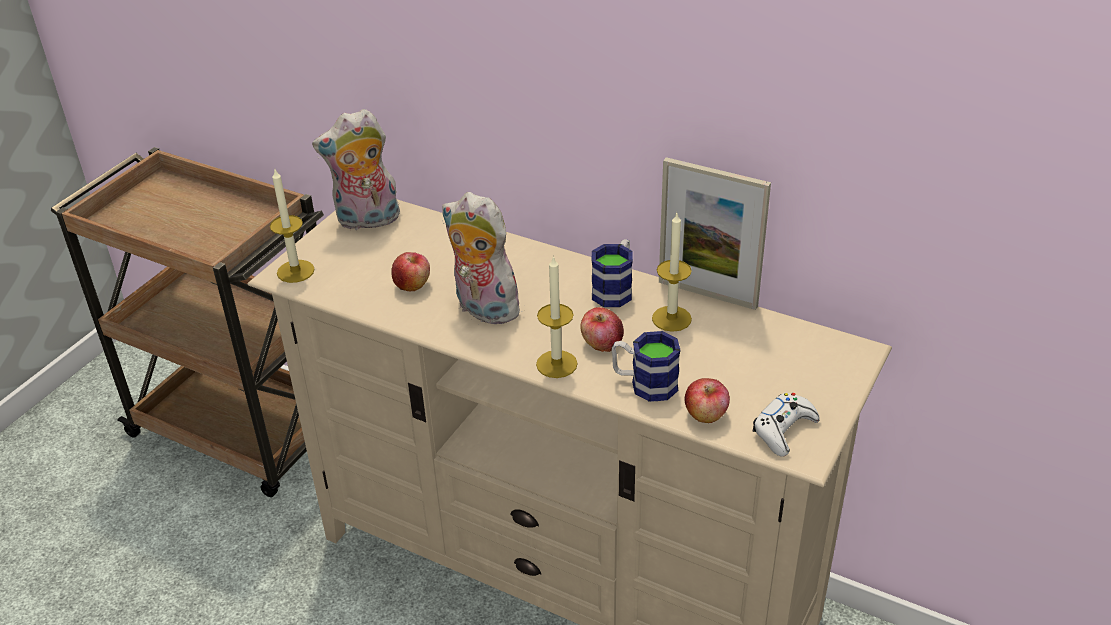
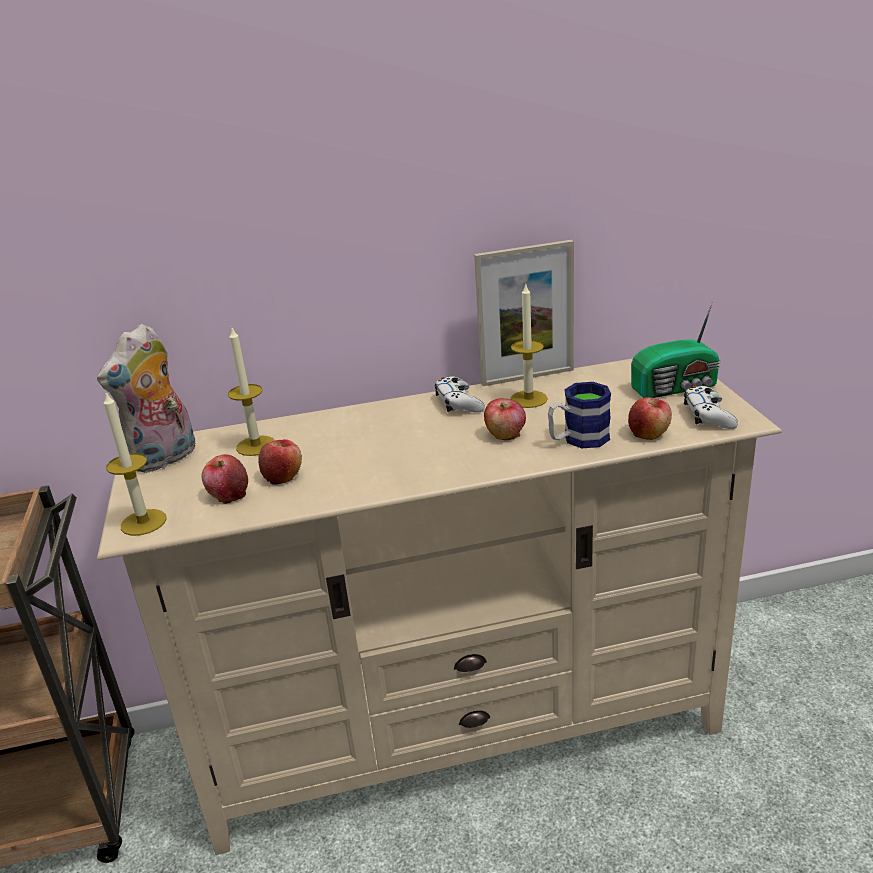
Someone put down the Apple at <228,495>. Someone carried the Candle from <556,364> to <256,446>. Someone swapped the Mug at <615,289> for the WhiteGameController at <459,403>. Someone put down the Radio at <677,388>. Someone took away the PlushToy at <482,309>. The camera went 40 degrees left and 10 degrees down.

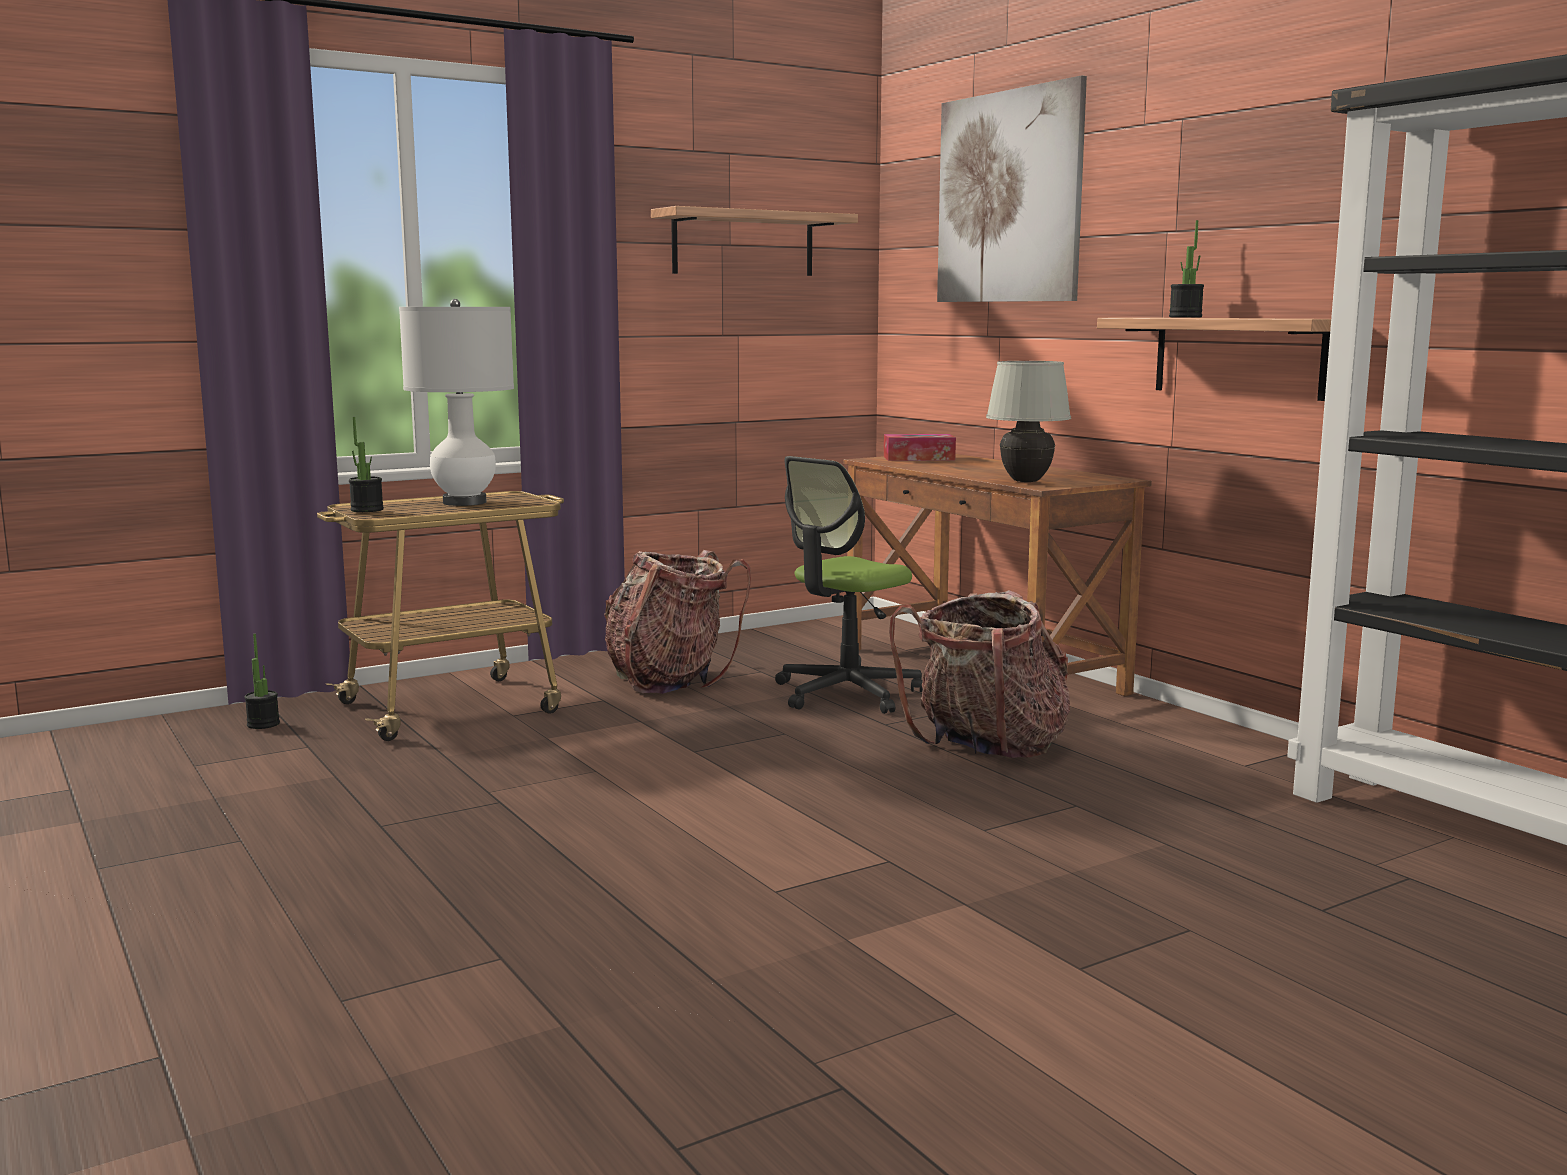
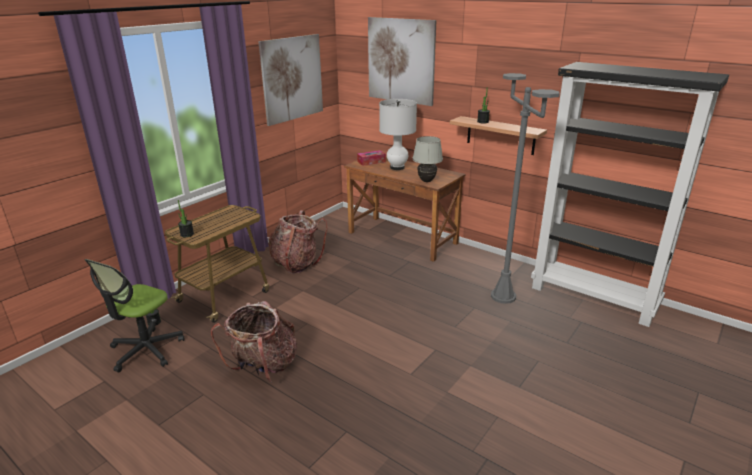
Someone carried the OfficeChair from <846,694> to <146,350>. Someone carried the Backpack from <987,748> to <263,366>. Someone swapped the Shelf at <743,244> for the Picture at <292,78>. Someone carried the WhiteTableLamp from <465,502> to <397,167>. Someone put down the GreyFloorLamp at <503,296>. The camera went 20 degrees left and 15 degrees up.

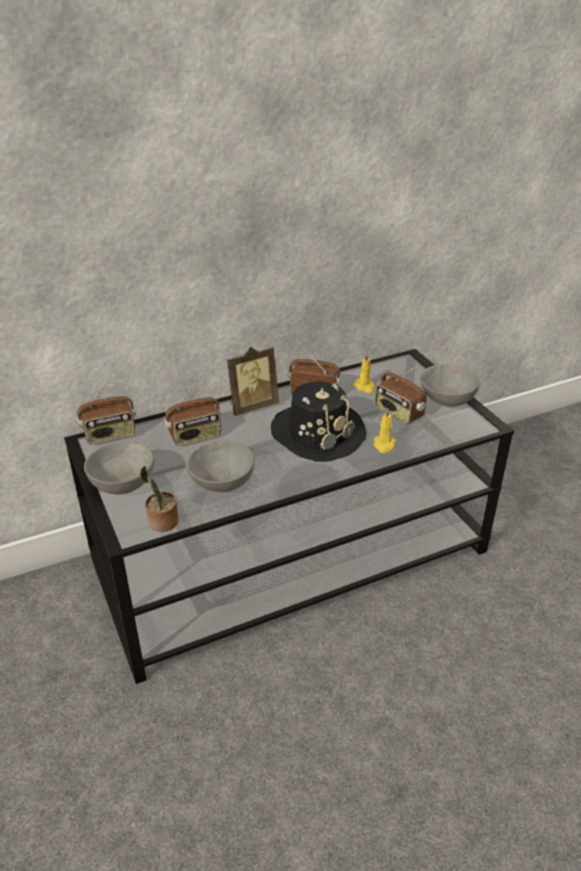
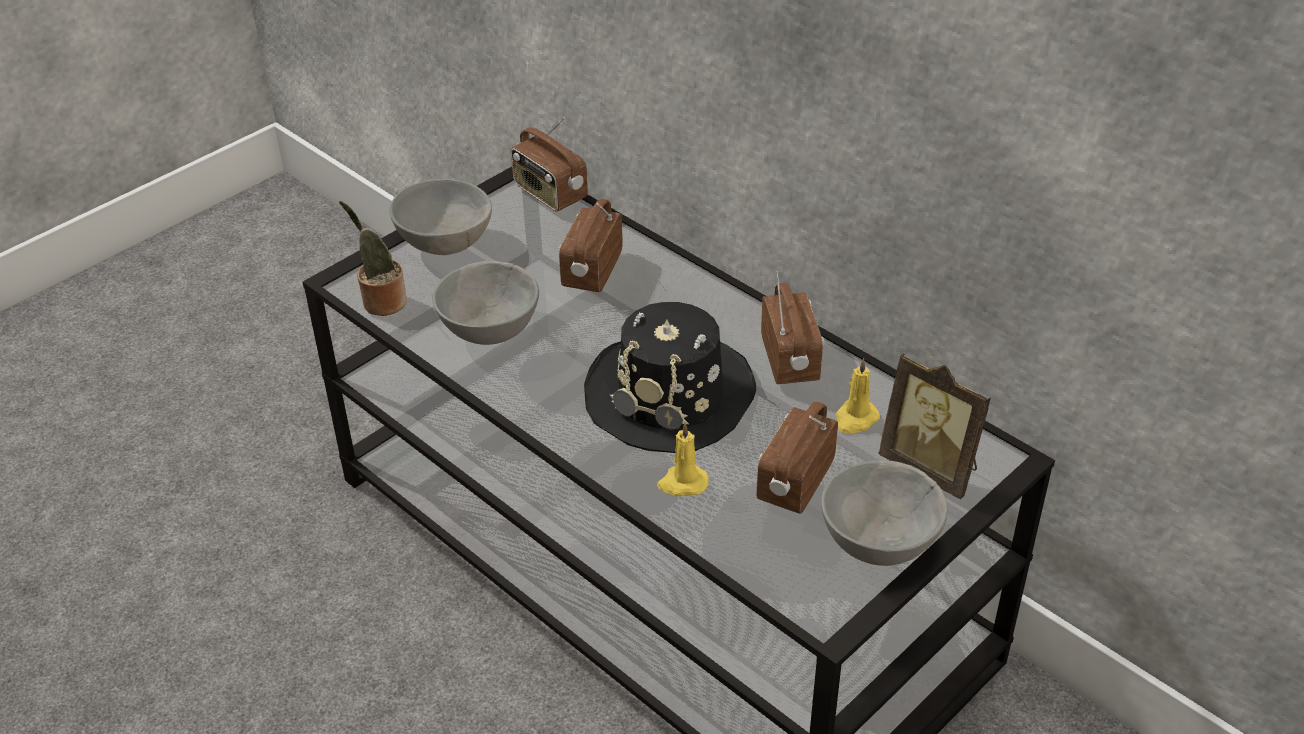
Someone rotated the Radio at <195,437> by 60 degrees clockwise. Someone carried the PictureFrame from <252,406> to <931,468>. The camera went 70 degrees right and 5 degrees up.

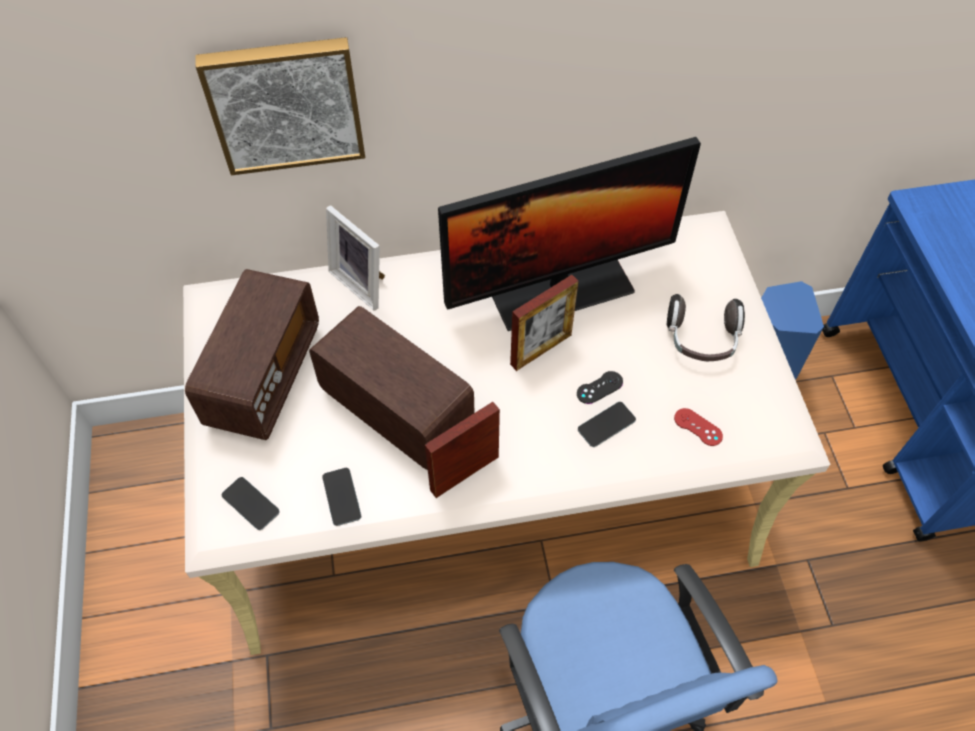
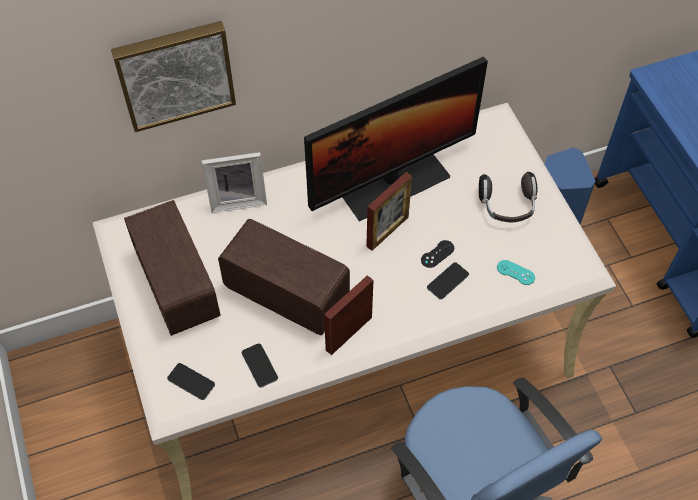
Someone rotated the Radio at <264,376> by 150 degrees clockwise. Someone rotated the PictureFrame at <363,282> by 45 degrees counterclockwise. Someone repainted the RedGameController at <698,427>, which became the TurquoiseGameController at <515,272>. The camera went 10 degrees left and 0 degrees up.

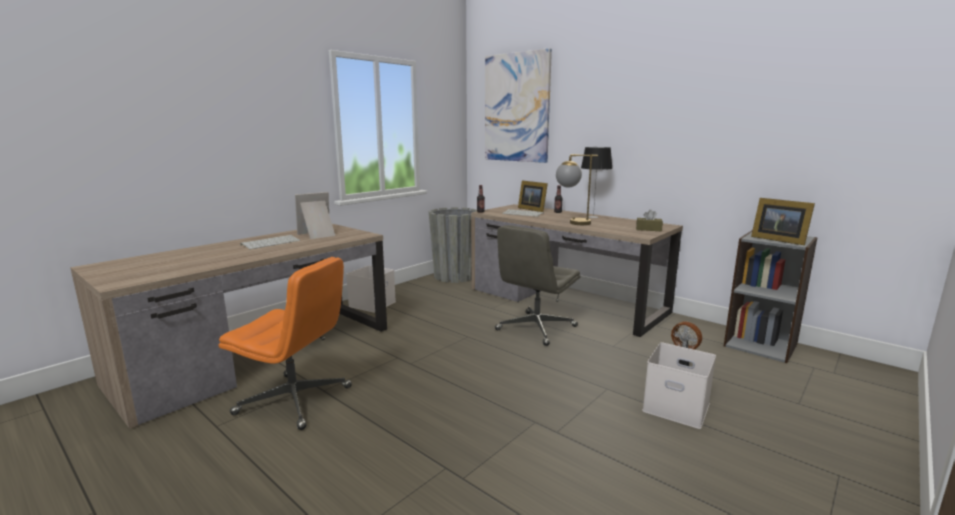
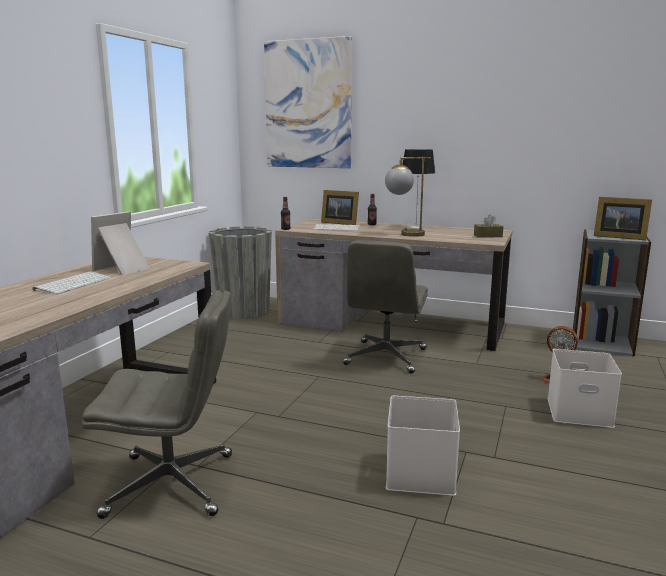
Someone repainted the OrangeOfficeChair at <295,400>, which became the GreyOfficeChair at <173,484>. Someone carried the WhiteStorageBox from <372,303> to <419,472>. The camera went 20 degrees left and 0 degrees up.

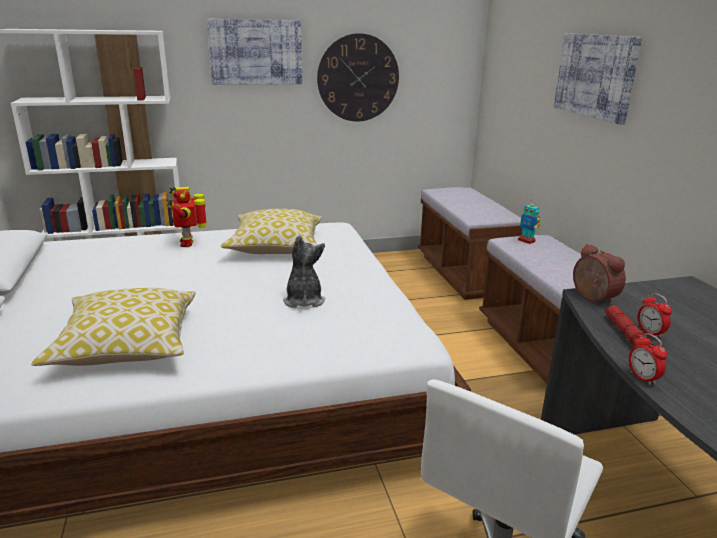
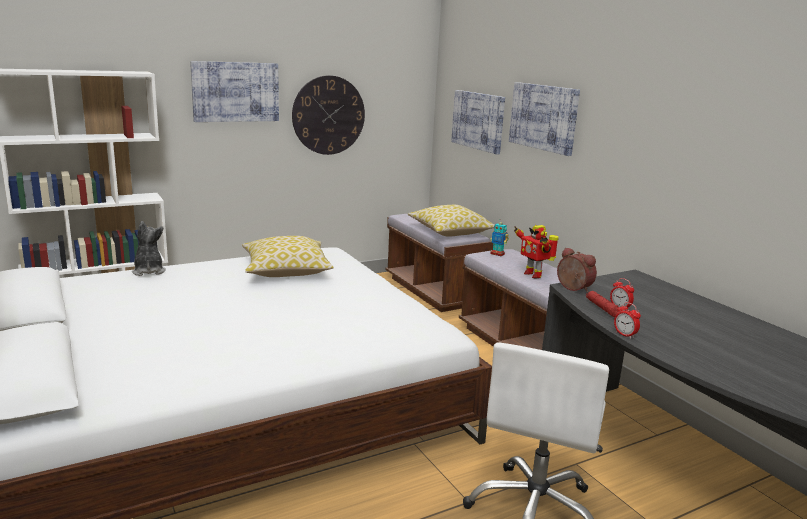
Someone carried the PlushToy from <303,300> to <148,271>. Someone carried the Pillow from <126,345> to <450,232>. Someone put up the Picture at <478,121>. Someone carried the ToyRobot from <188,242> to <533,274>. The camera went 15 degrees left and 5 degrees down.

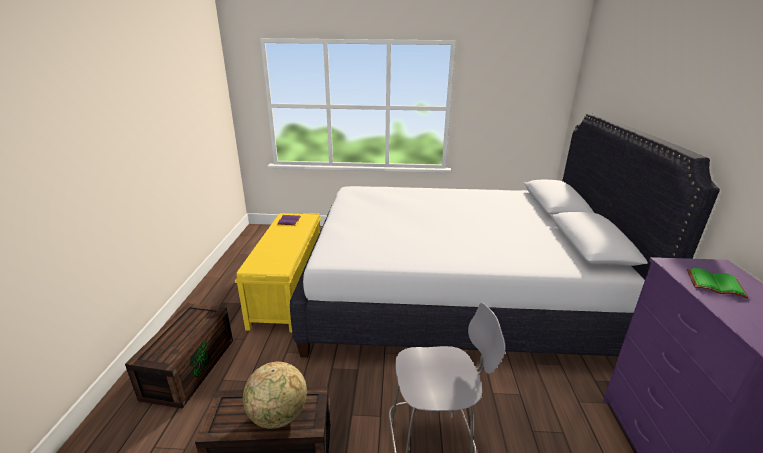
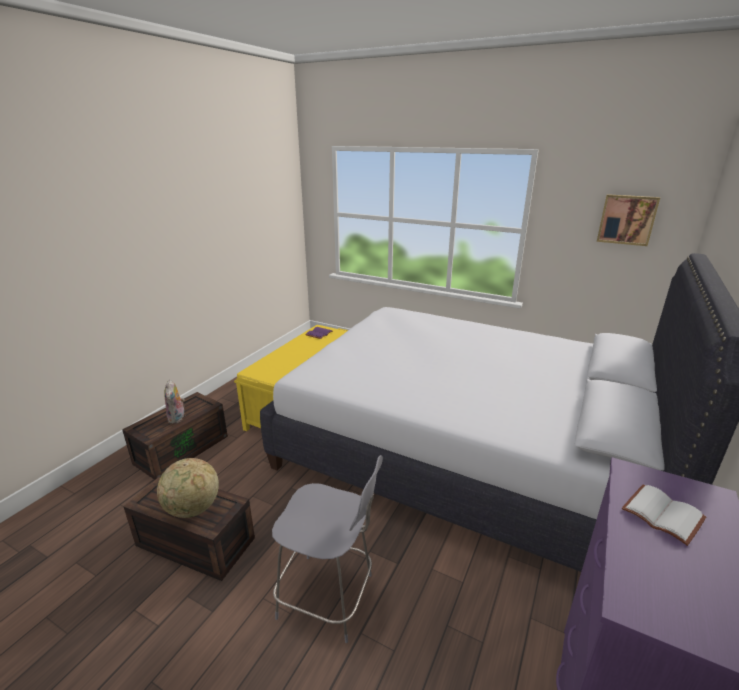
Someone put down the PlushToy at <177,418>. Someone put up the Picture at <627,219>. Someone repainted the GreenBook at <715,284>, which became the WhiteBook at <664,514>. The camera went 25 degrees right and 0 degrees up.

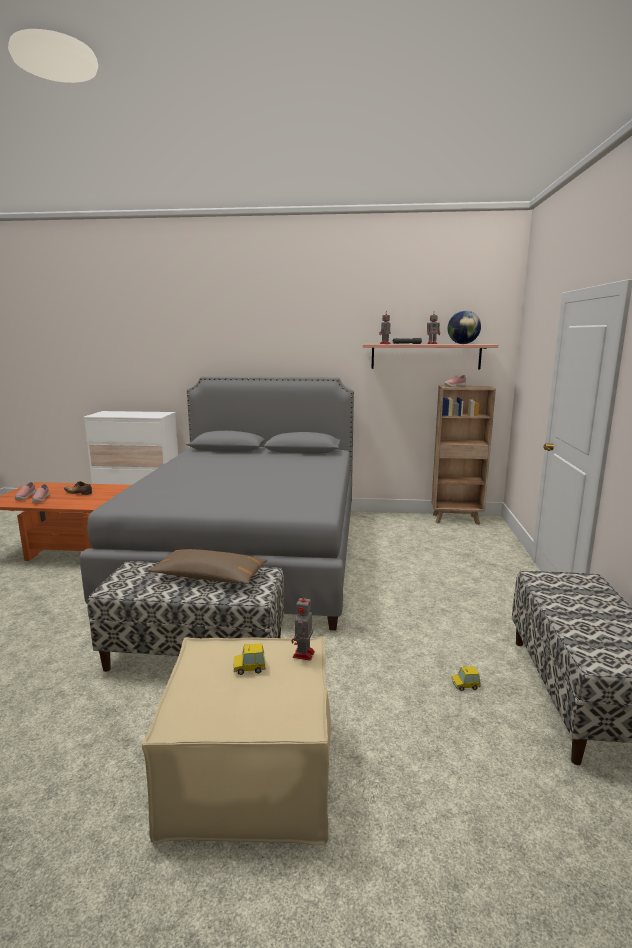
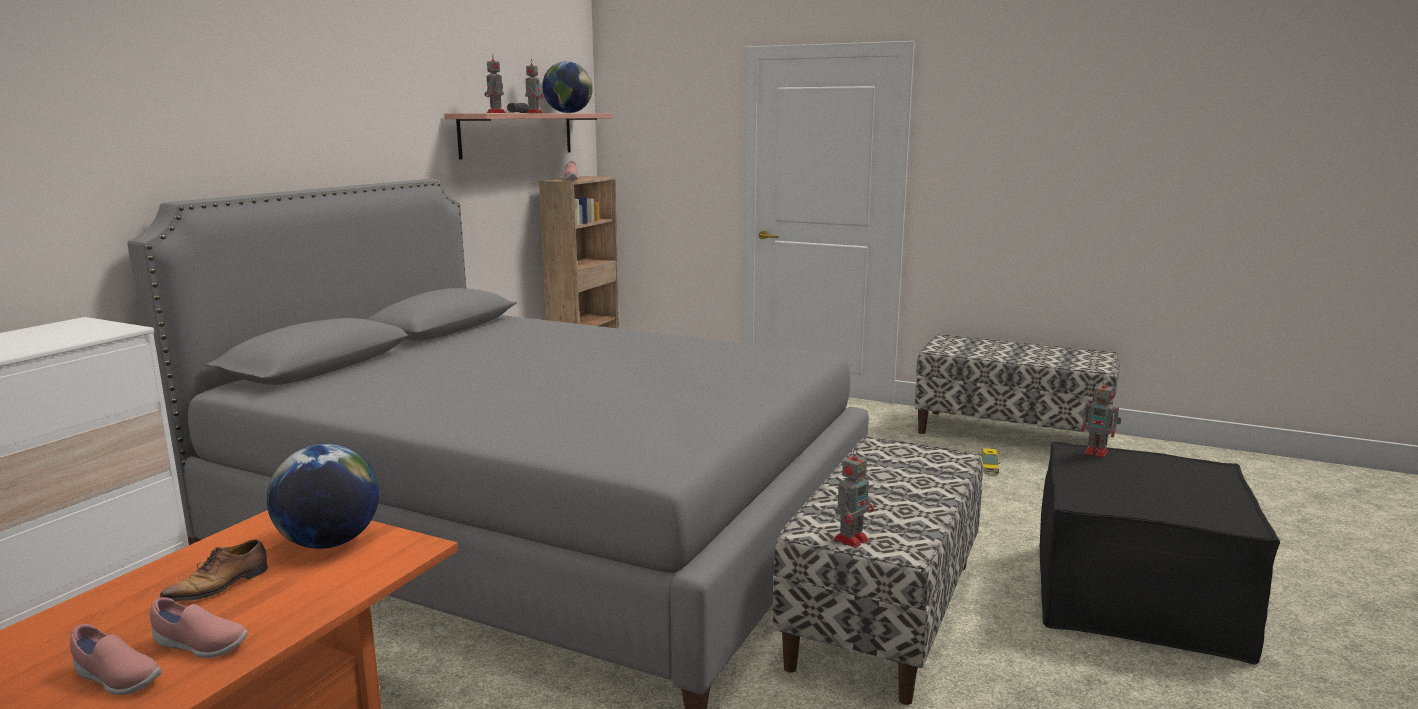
Someone put down the Globe at <330,542>. Someone put down the ToyRobot at <852,539>. Someone repainted the BeigeOttoman at <249,772>, which became the BlackOttoman at <1136,598>. Someone took away the BrownPillow at <209,577>. Someone took away the ToyCar at <249,667>. The camera went 70 degrees left and 0 degrees up.

